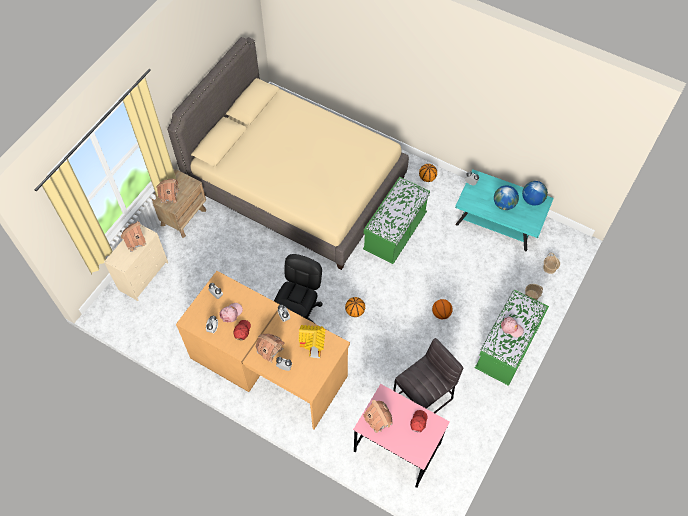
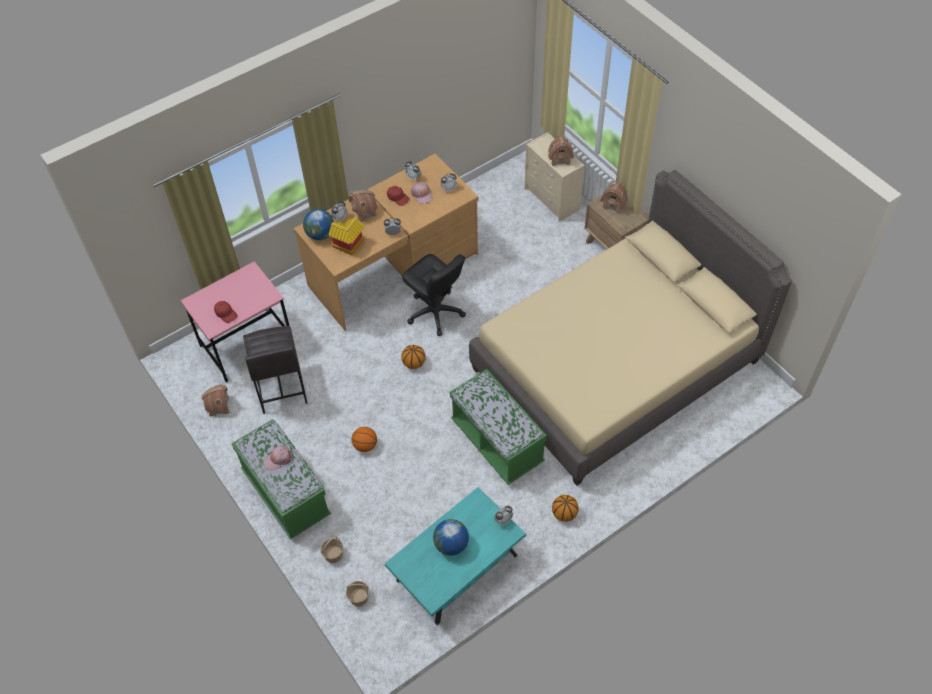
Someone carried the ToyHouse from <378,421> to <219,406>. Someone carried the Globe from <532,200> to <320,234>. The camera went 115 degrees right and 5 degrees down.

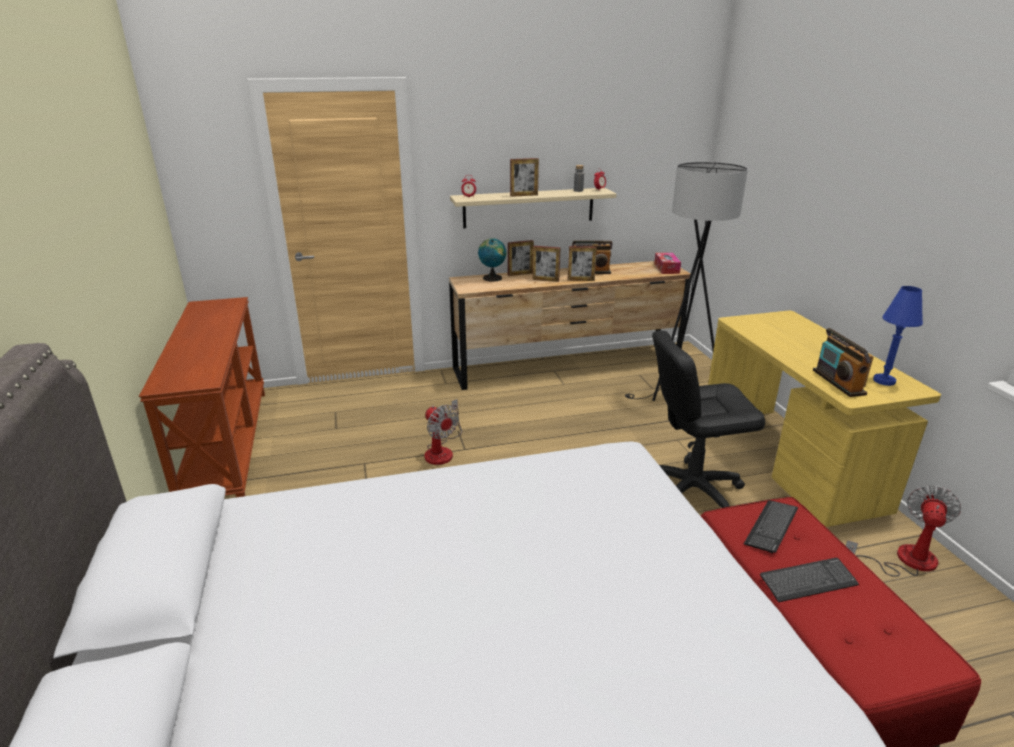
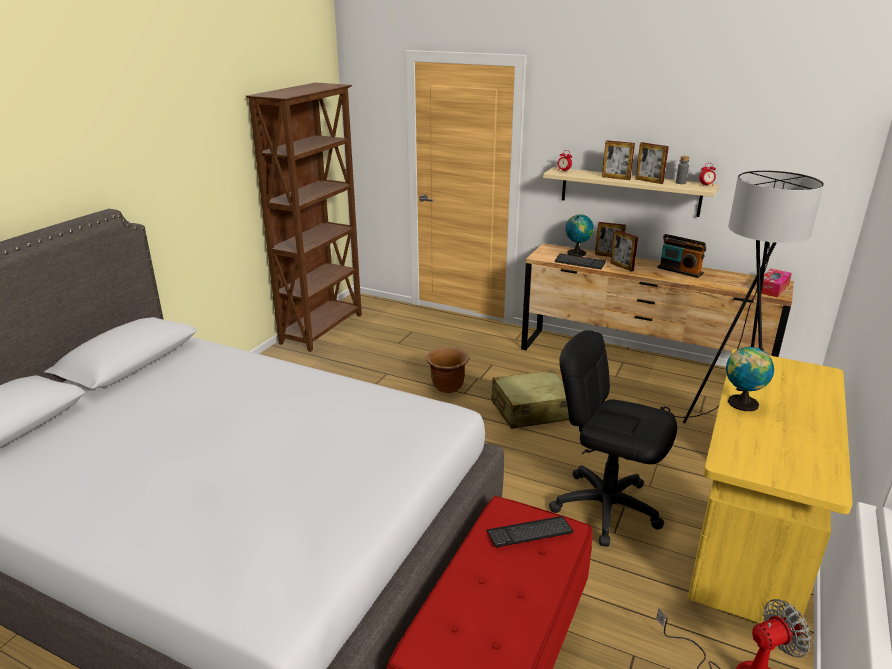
Someone swapped the BrownConsoleTable at <225,446> for the BrownBookcase at <323,329>. Someone swapped the Fan at <442,450> for the BrownPlanter at <447,387>. Someone put down the BeigeSuitcase at <531,410>. Someone carried the Keyboard from <808,581> to <580,262>. Someone carried the PictureFrame from <581,280> to <649,181>. Someone put down the Globe at <741,404>. Someone took away the Radio at <838,382>. Someone took away the BlueTableLamp at <884,381>. The camera went 40 degrees right and 0 degrees up.

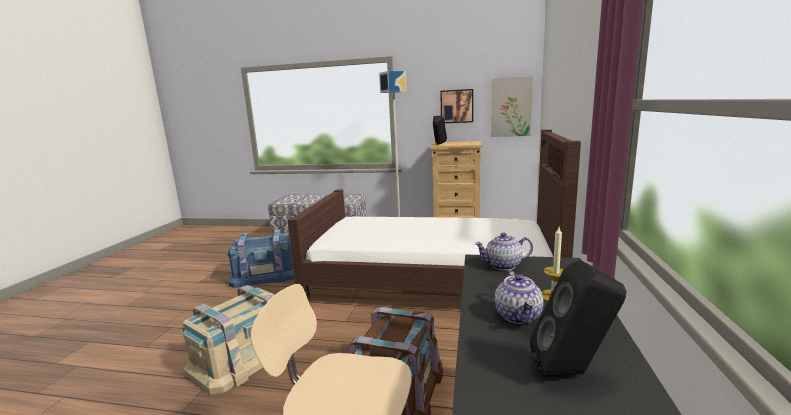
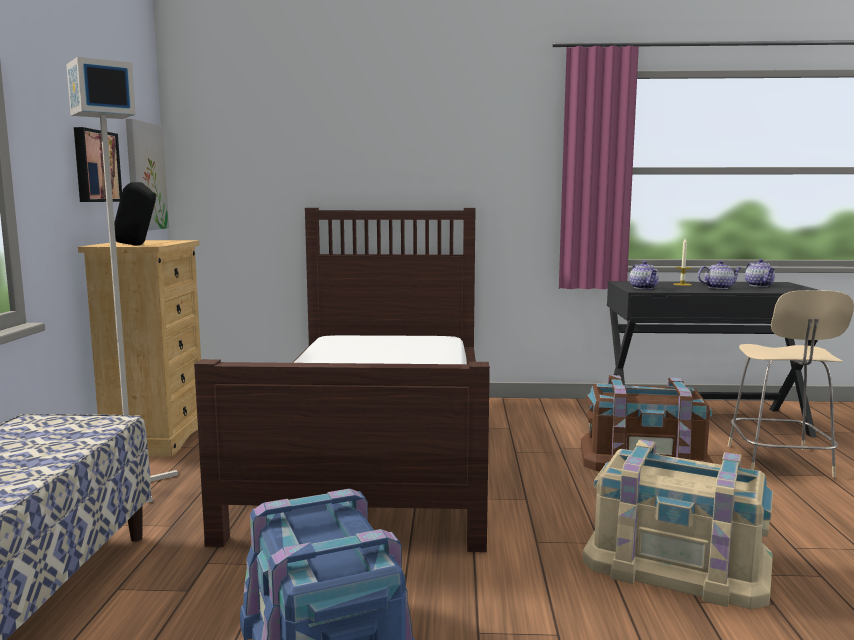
Someone swapped the BlackSpeaker at <572,372> for the Teapot at <759,285>. The camera went 100 degrees left and 5 degrees down.

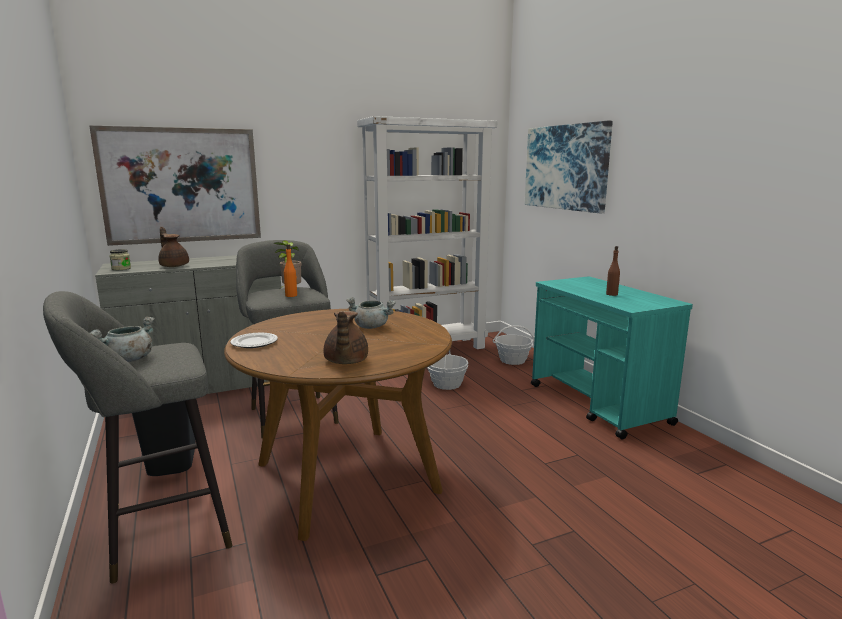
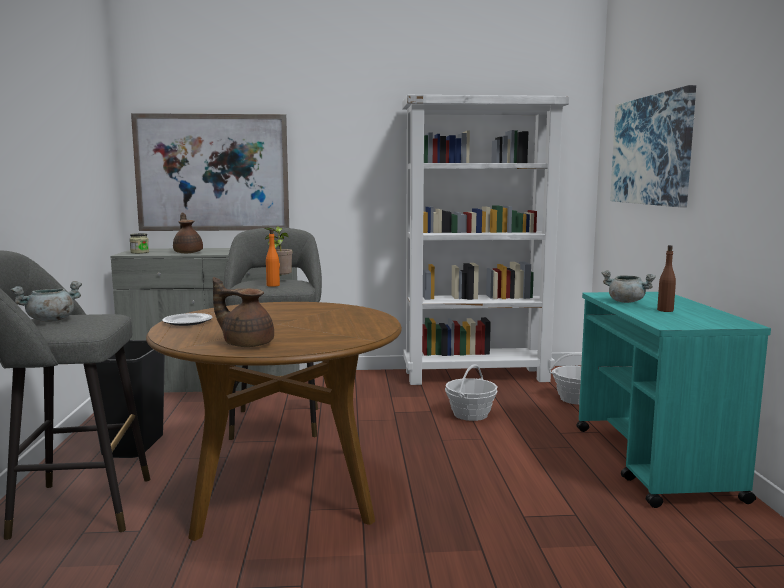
Someone rotated the BrownTeapot at <345,361> by 90 degrees clockwise. Someone carried the GreyCookingPot from <372,327> to <626,302>. The camera went 20 degrees right and 5 degrees down.

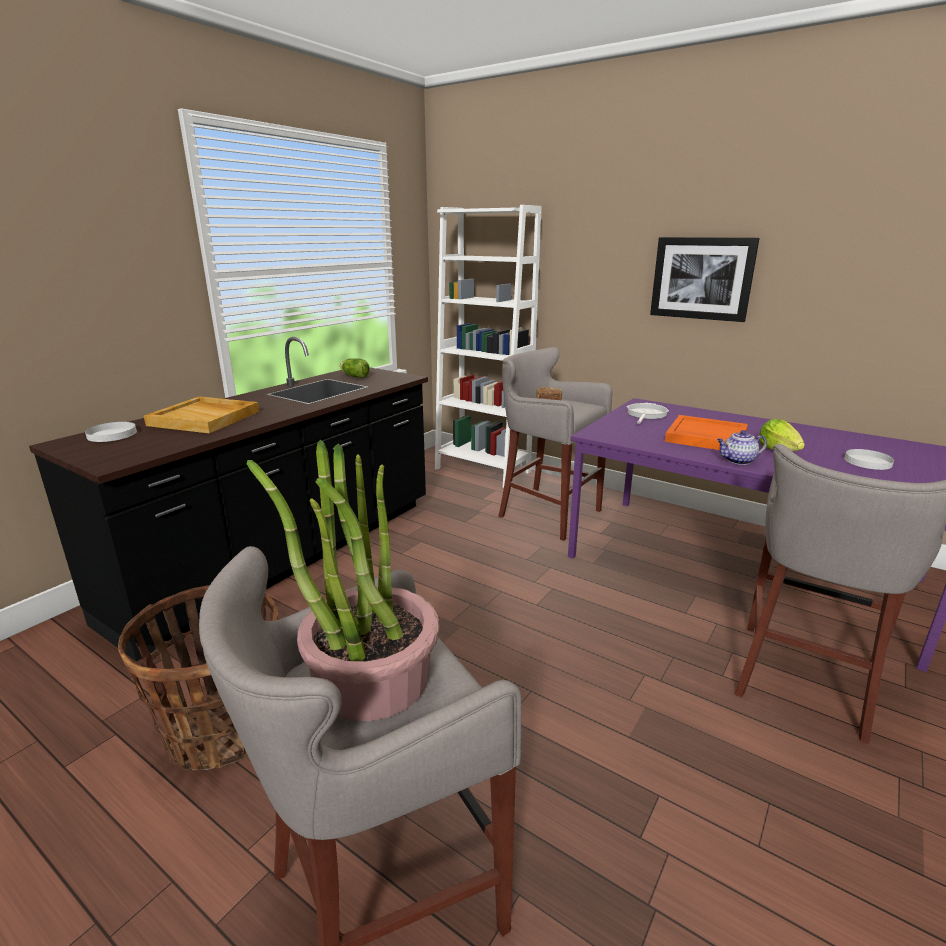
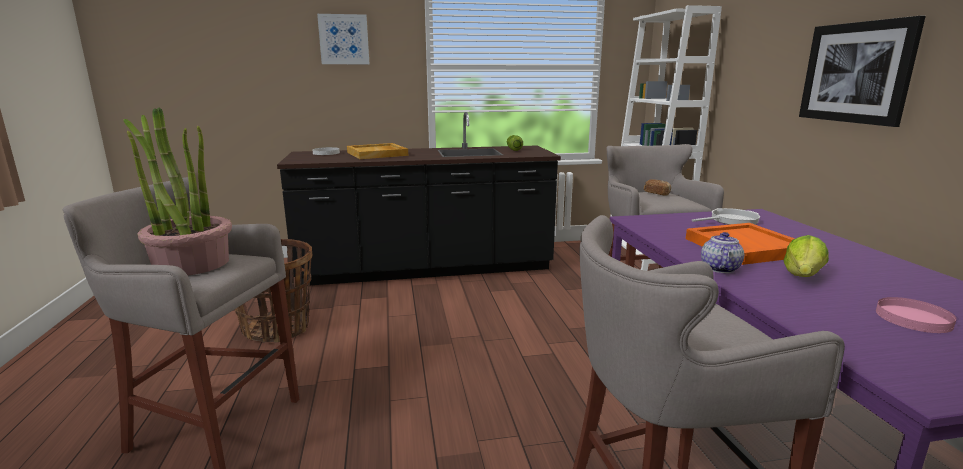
Someone put up the Picture at <344,39>. Someone rotated the Teapot at <738,461> by 75 degrees clockwise. Someone repainted the WhitePlate at <867,462>, which became the PinkPlate at <912,318>. The camera went 45 degrees right and 5 degrees down.

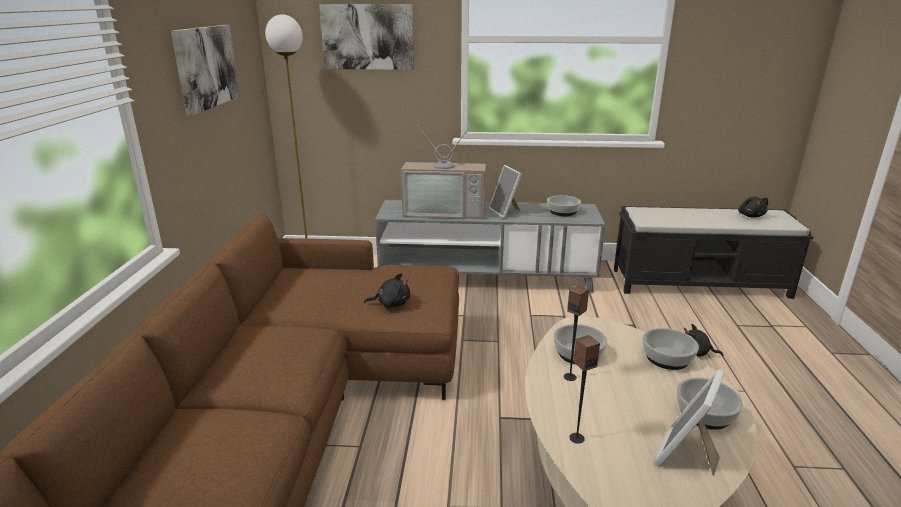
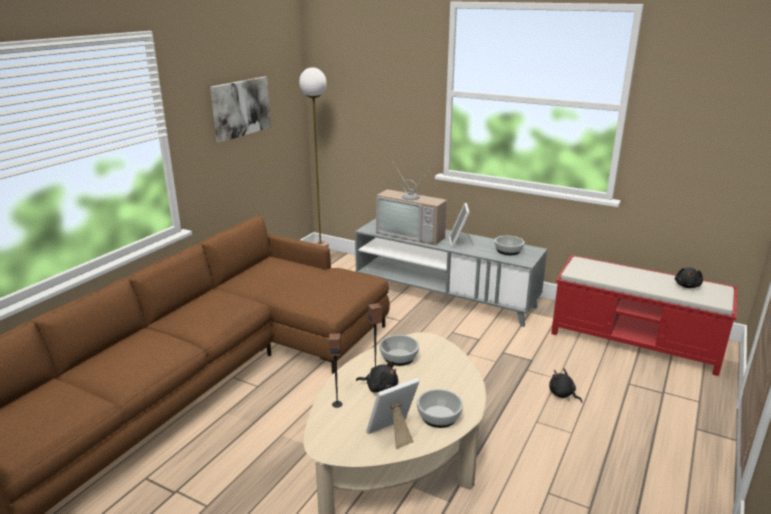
Someone carried the BlackPlushToy from <391,304> to <380,387>. Someone repainted the BlackBench at <700,283>, which became the RedBench at <635,341>. Someone took away the Picture at <368,37>. Someone took away the Bowl at <666,357>. The camera went 25 degrees right and 0 degrees up.

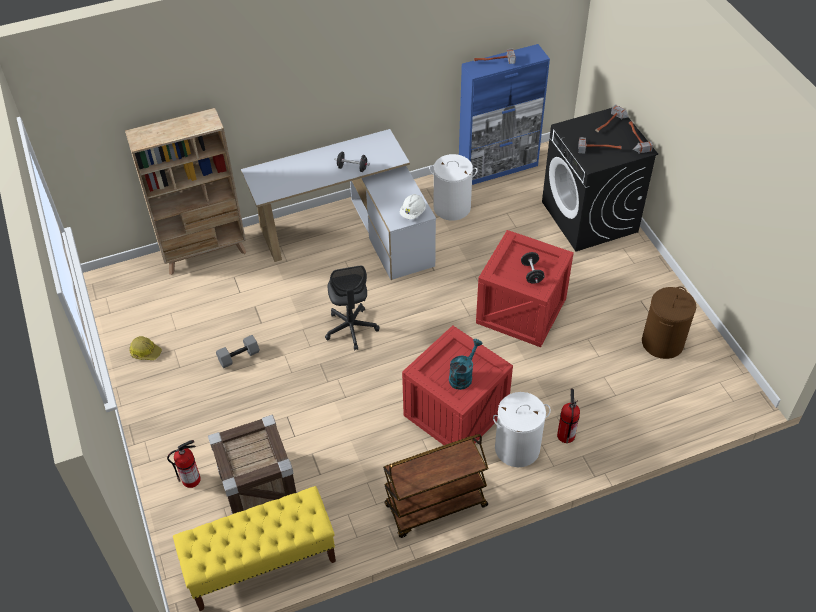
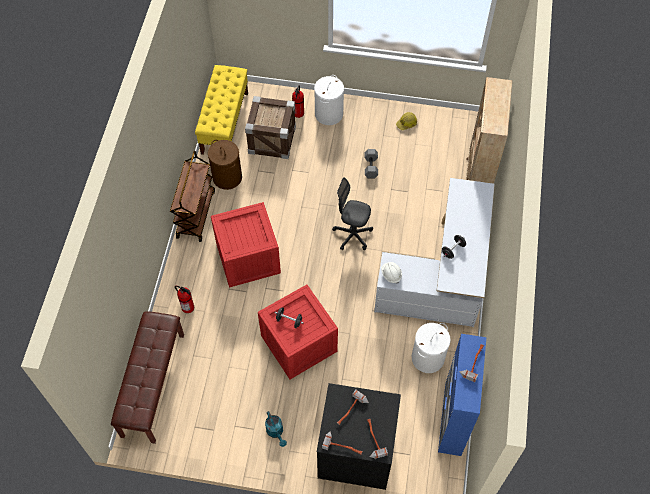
Someone put down the BrownBench at <152,384>. Someone carried the BrownLaundryBasket from <662,343> to <227,177>. Someone carried the TurquoiseWateringCan from <463,376> to <276,432>. Someone carried the WhiteLaundryBasket from <517,448> to <329,114>. The camera went 120 degrees right and 10 degrees up.

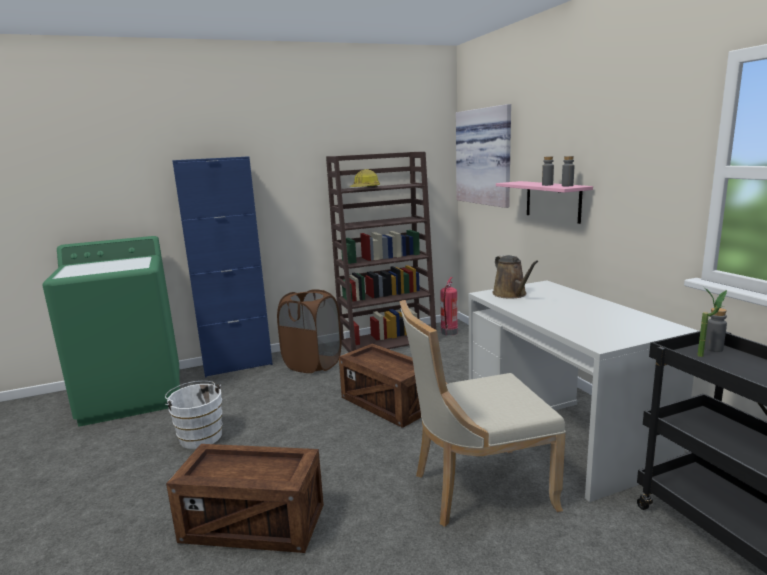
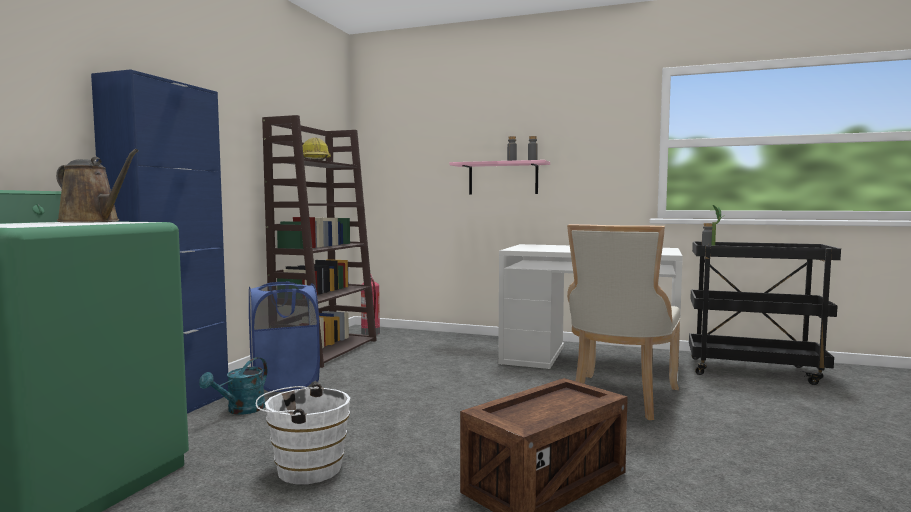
Someone carried the BrownWateringCan from <511,294> to <93,221>. Someone put down the TurquoiseWateringCan at <241,410>. Someone repainted the BrownLaundryBasket at <313,364>, which became the BlueLaundryBasket at <285,382>. Someone took away the Crate at <387,404>. Someone took away the Picture at <485,156>. The camera went 50 degrees left and 10 degrees down.

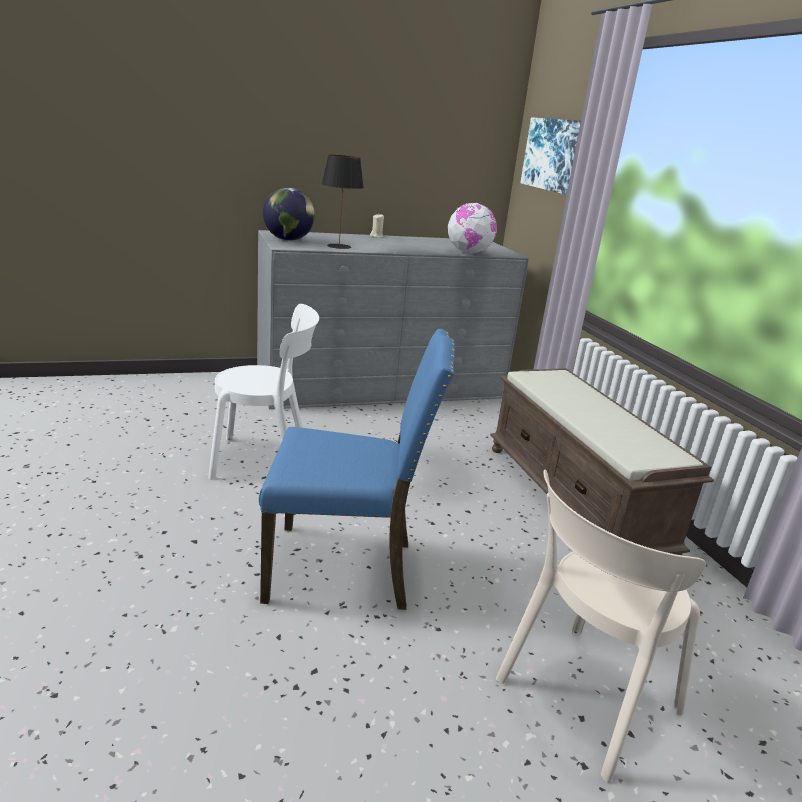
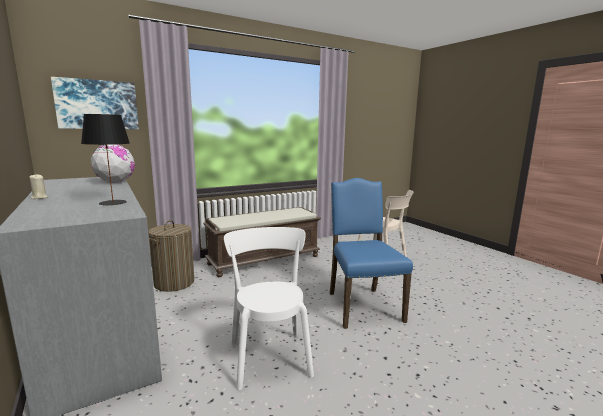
Someone put down the LaundryBasket at <174,283>. Someone took away the Globe at <288,240>. The camera went 100 degrees left and 10 degrees down.

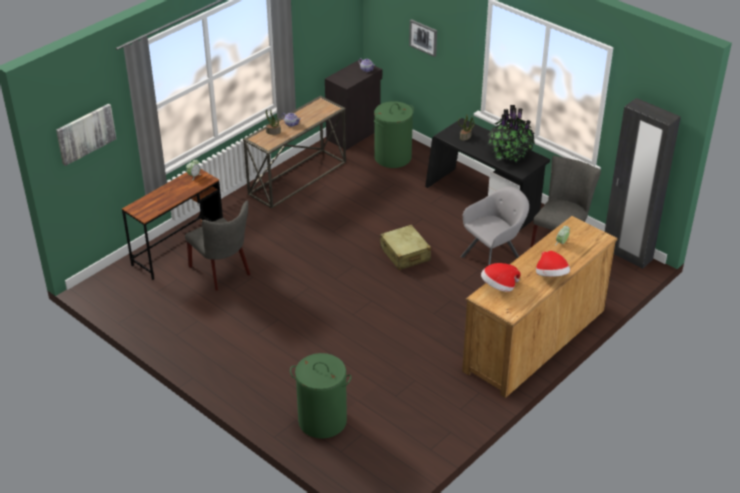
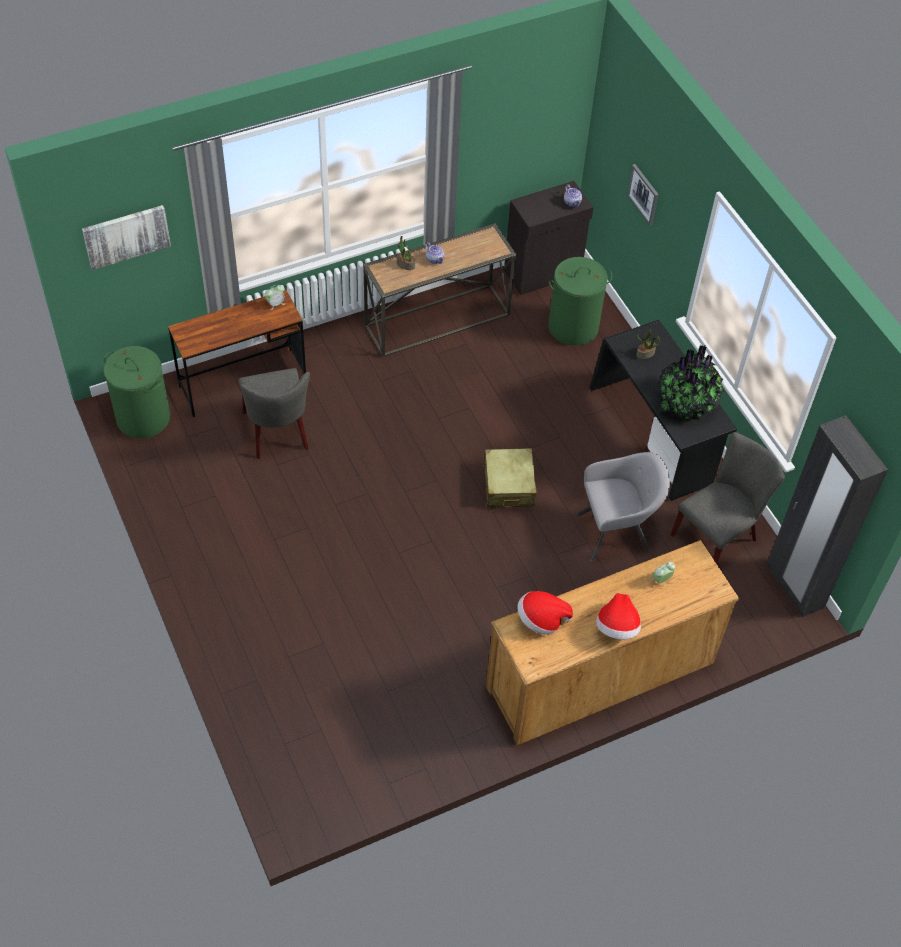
Someone carried the GreenLaundryBasket from <322,421> to <143,418>. The camera went 20 degrees right and 15 degrees up.

